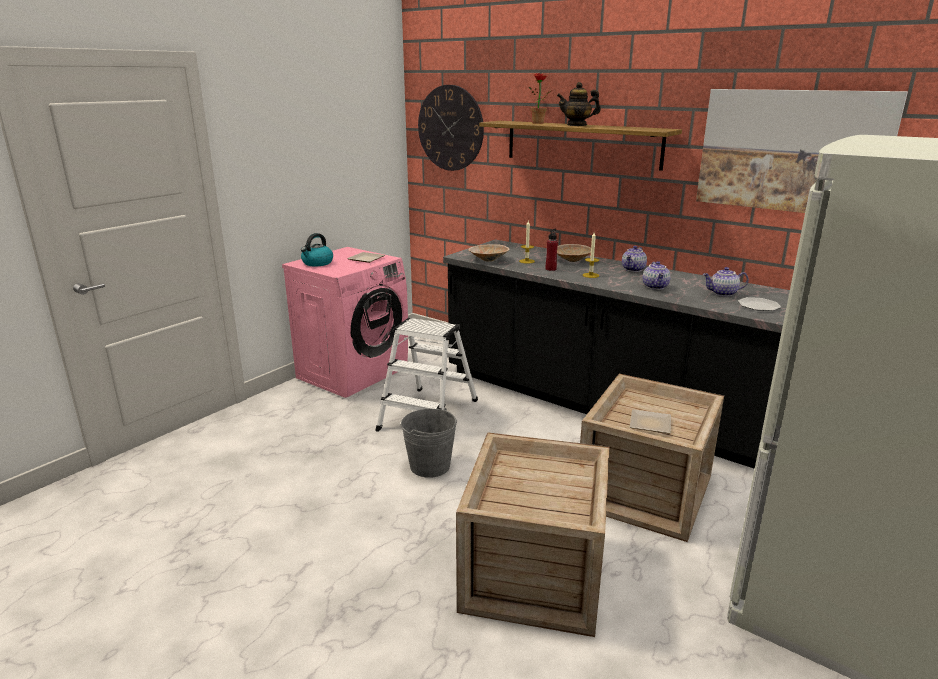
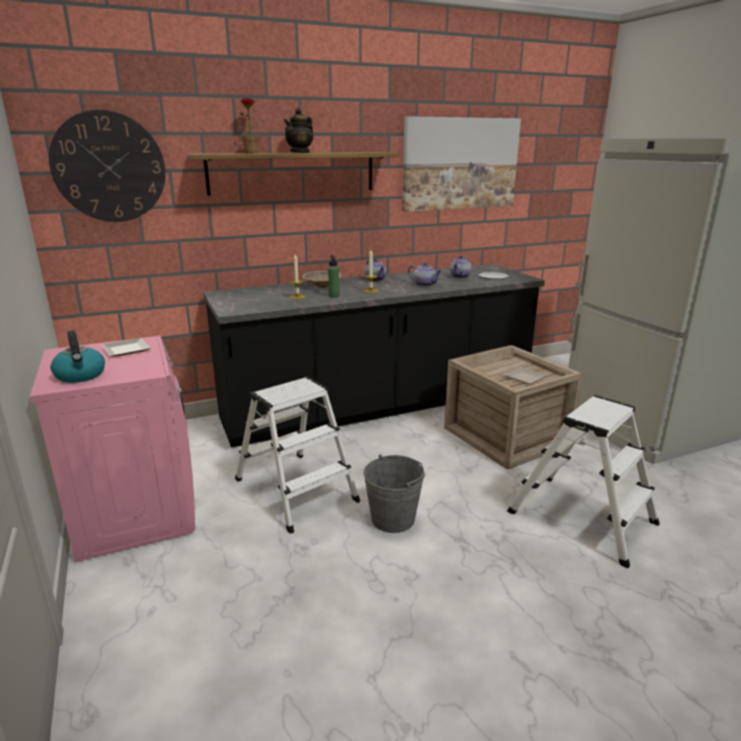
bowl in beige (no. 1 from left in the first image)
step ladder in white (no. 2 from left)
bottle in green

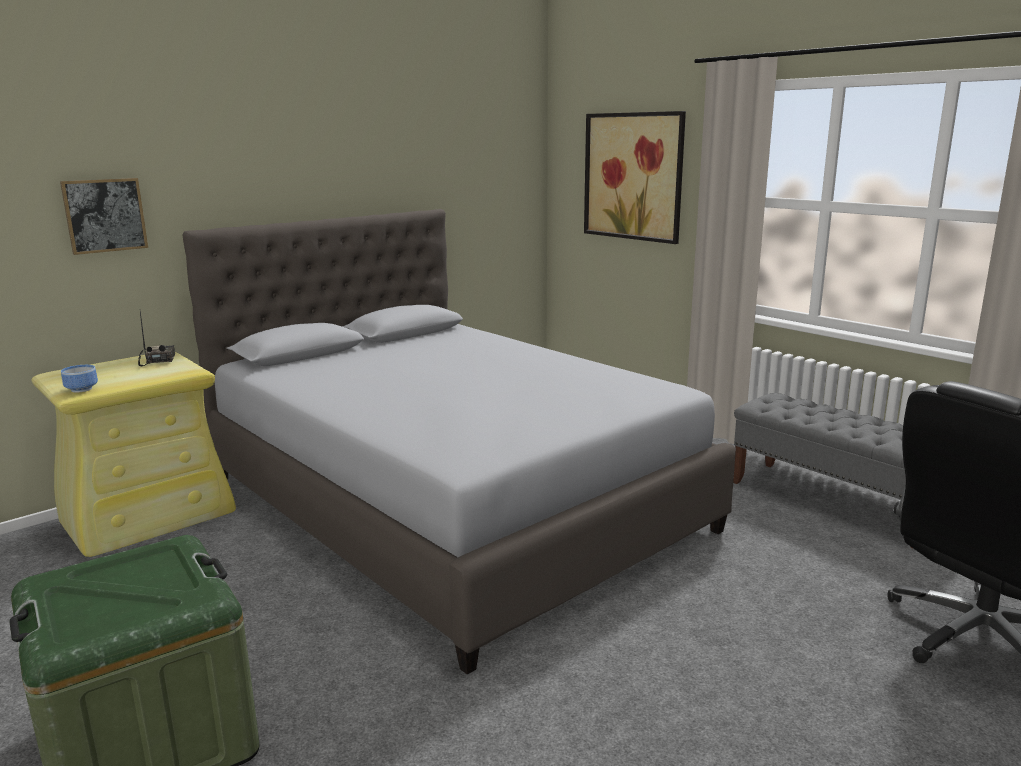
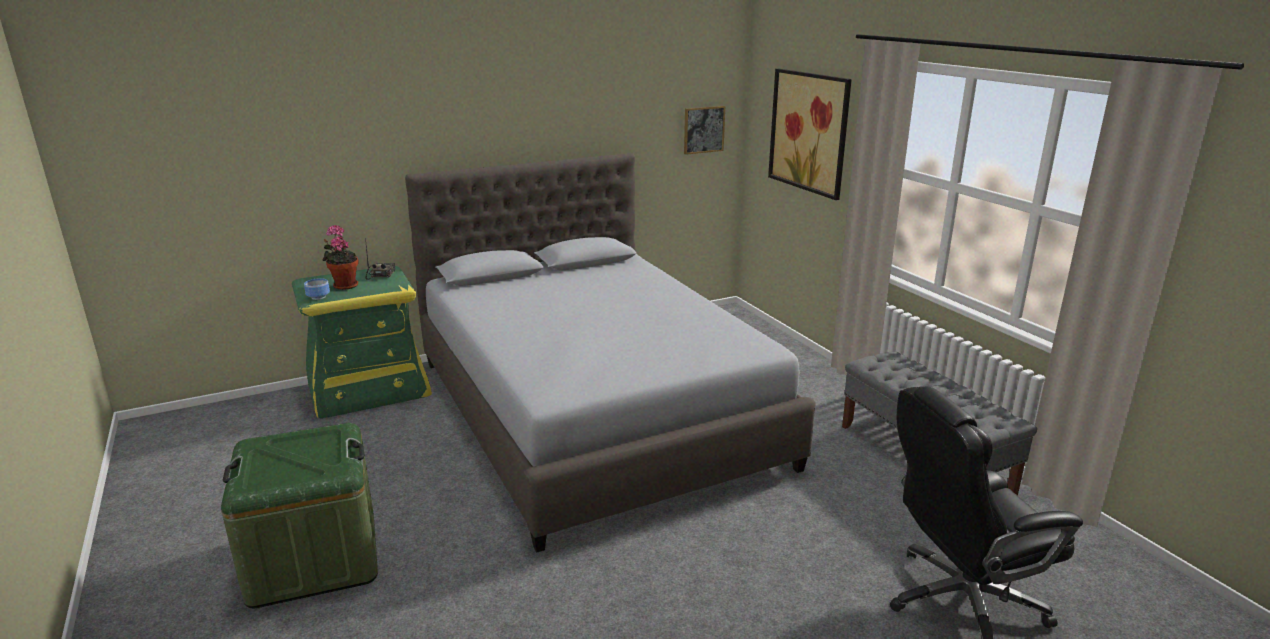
potted plant
picture (no. 1 from left)
nightstand in green

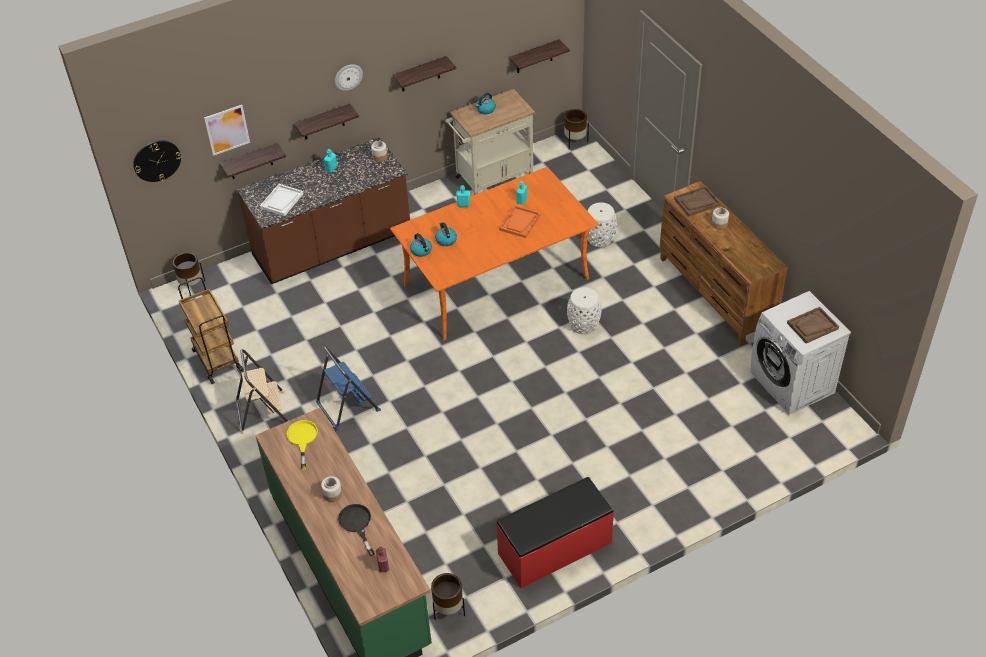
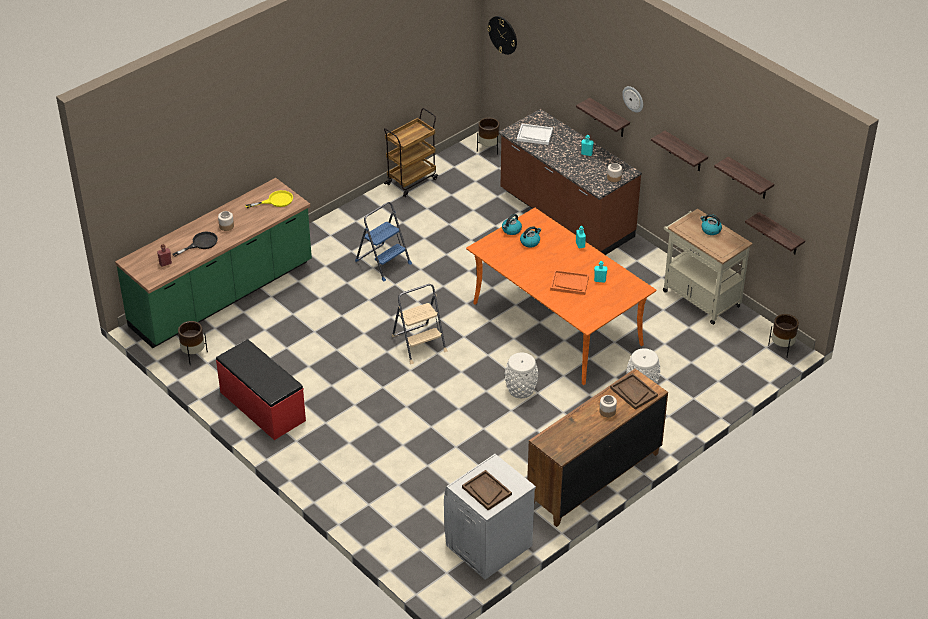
picture
shelf (no. 3 from left)
step ladder in beige

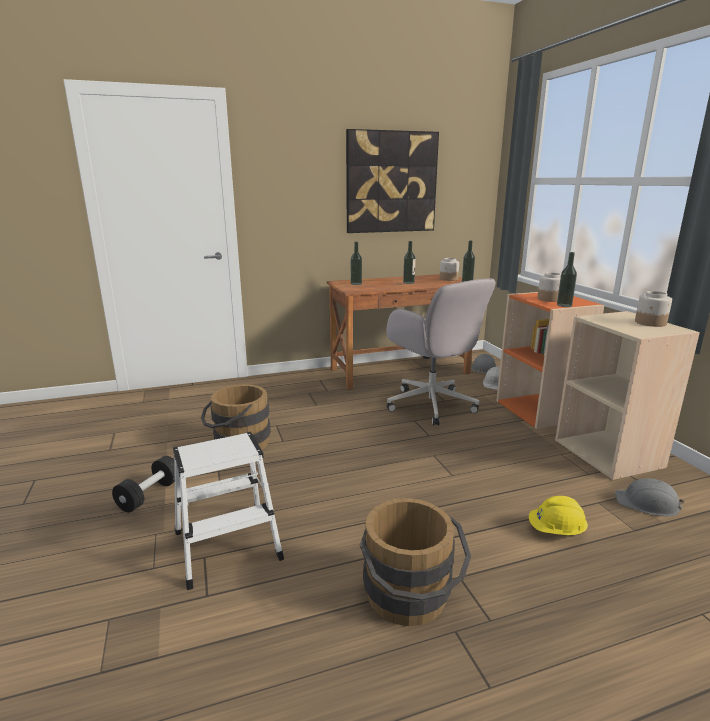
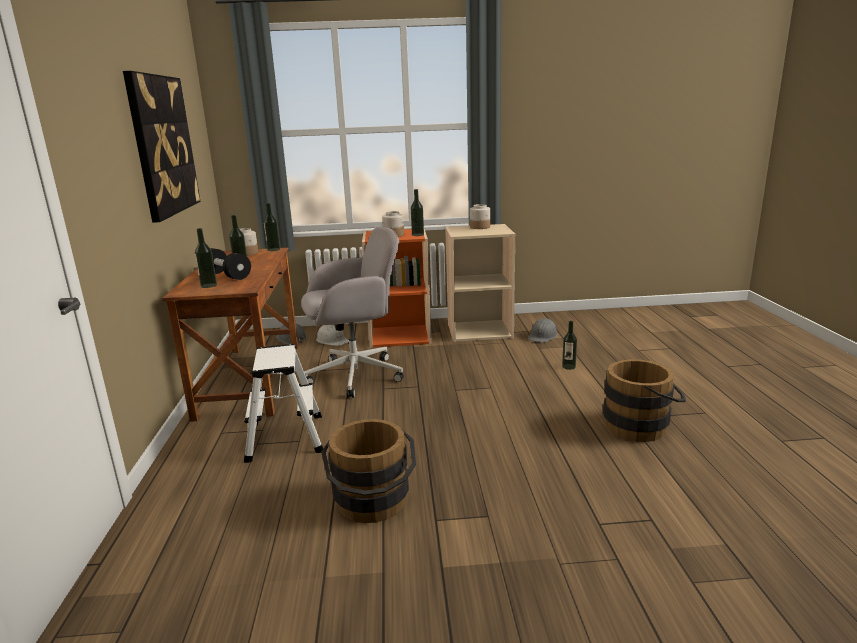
dumbbell in black
step ladder in white
bottle (no. 5 from left)

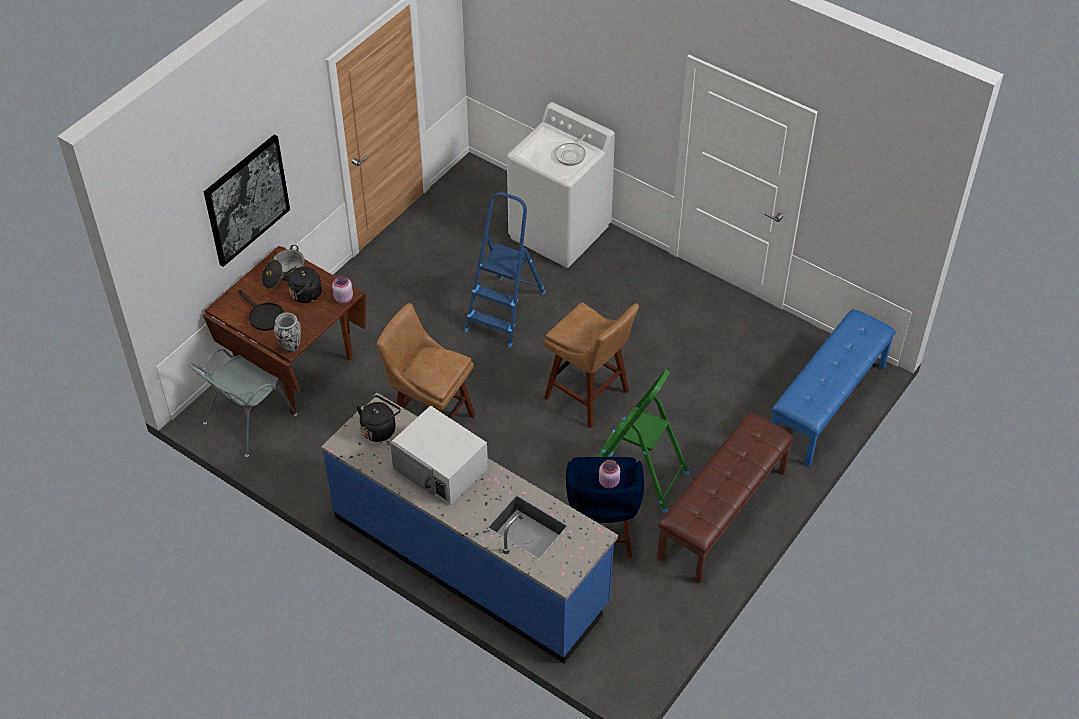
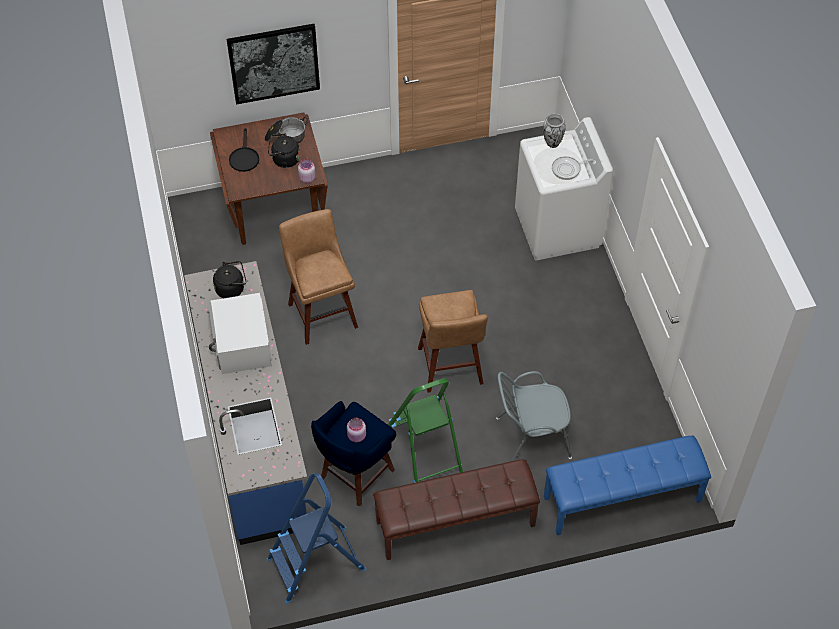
chair in grey
vase
step ladder in blue

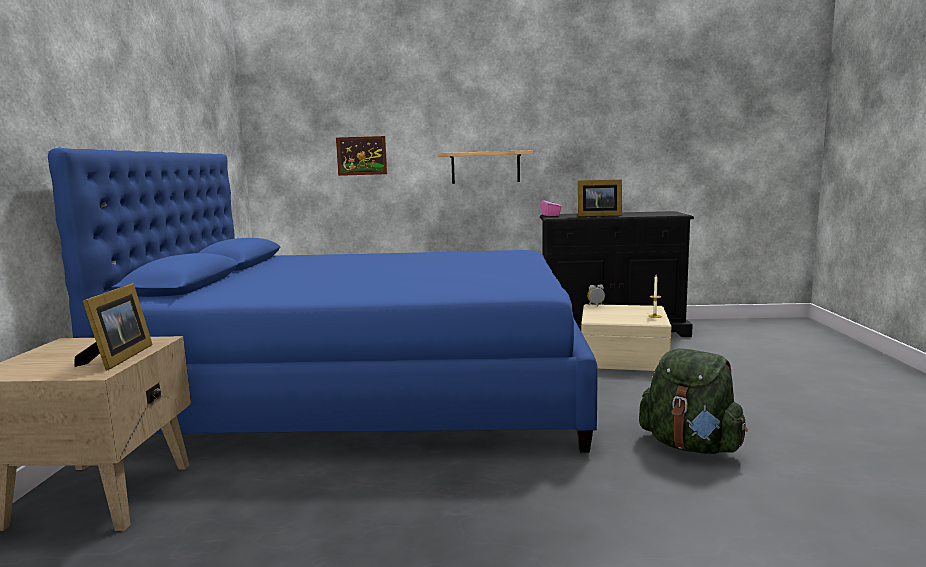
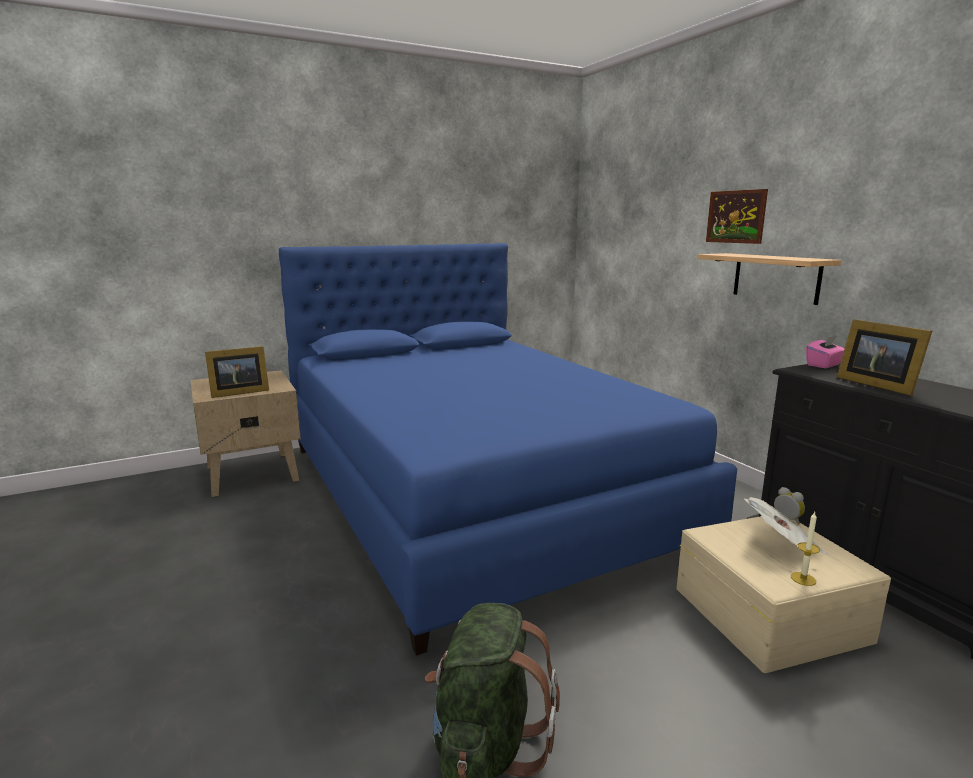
newspaper
picture

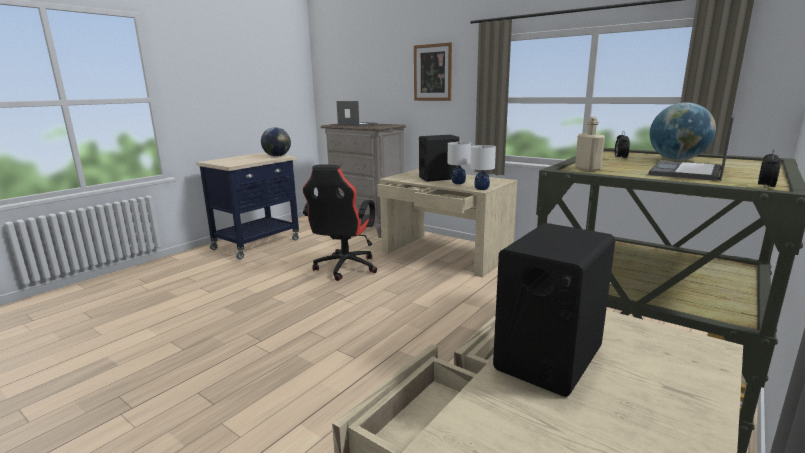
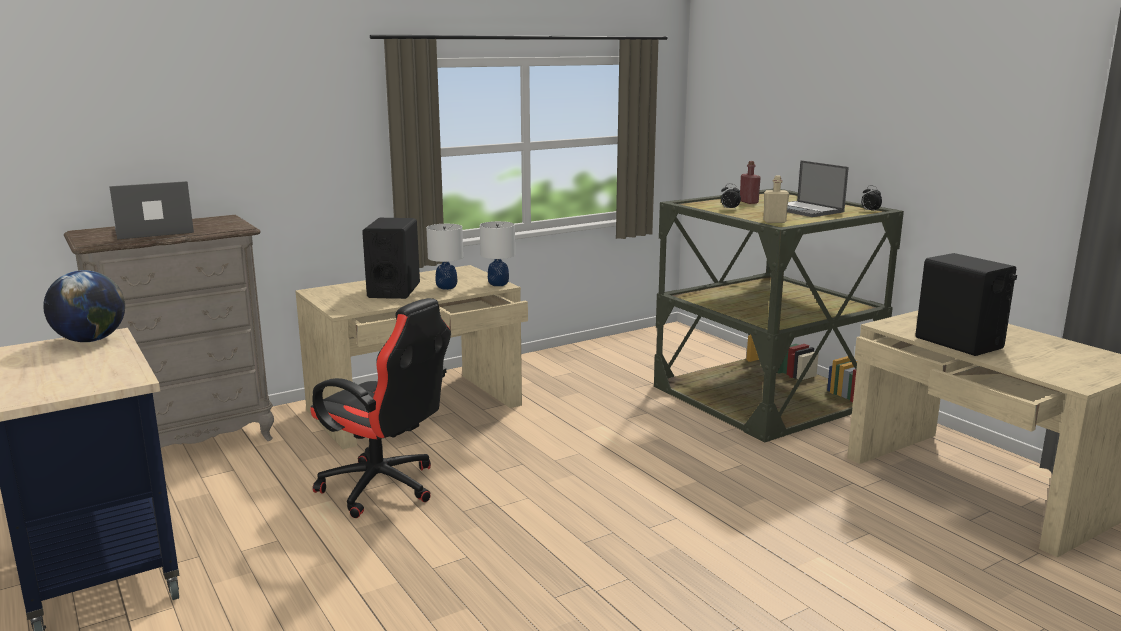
picture
bottle in red

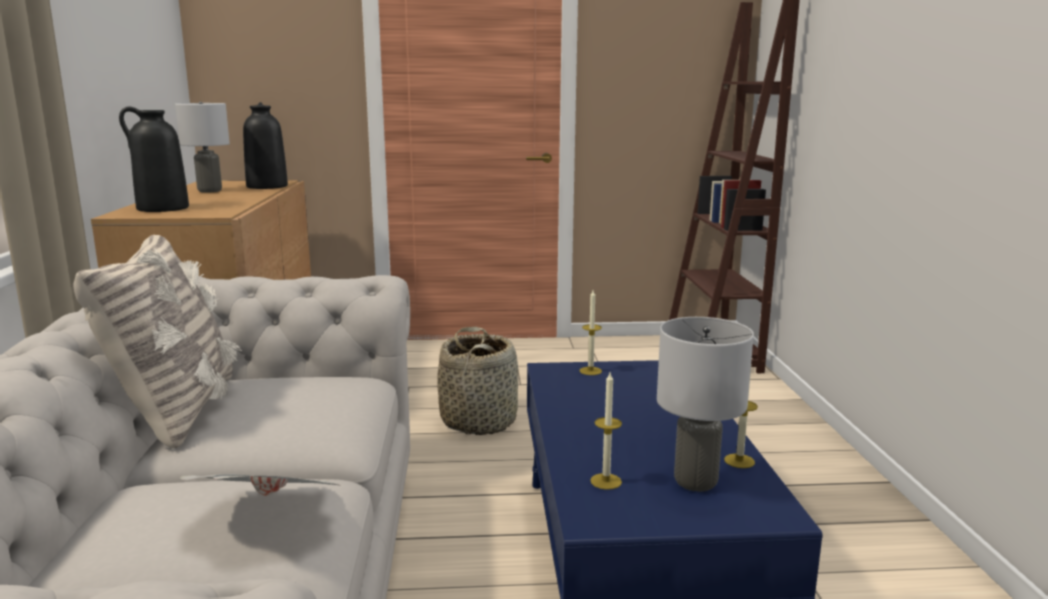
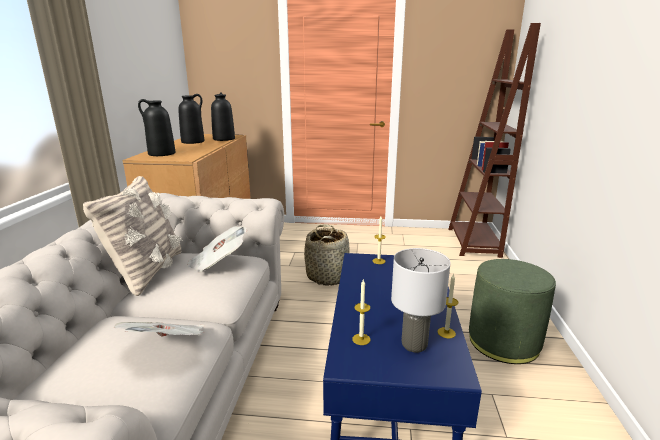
newspaper (no. 2 from left)
ottoman in green
vase in black (no. 2 from left)

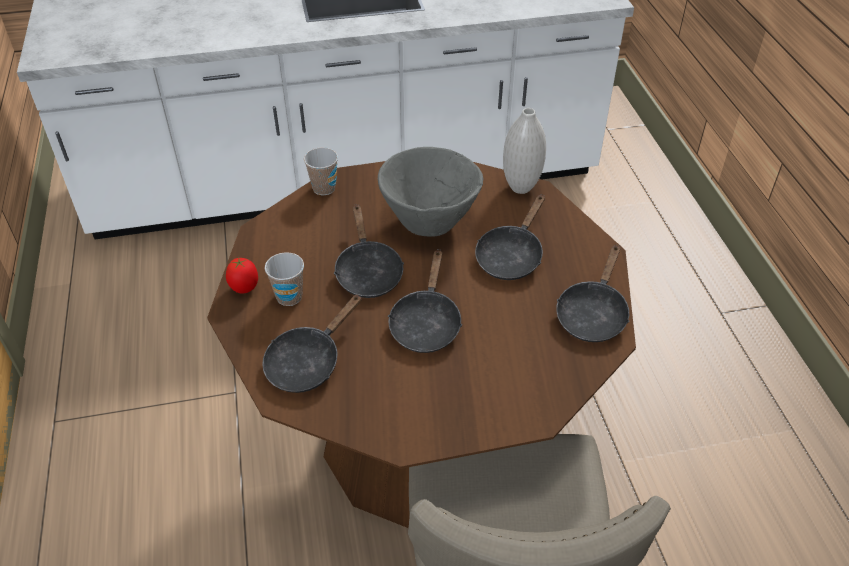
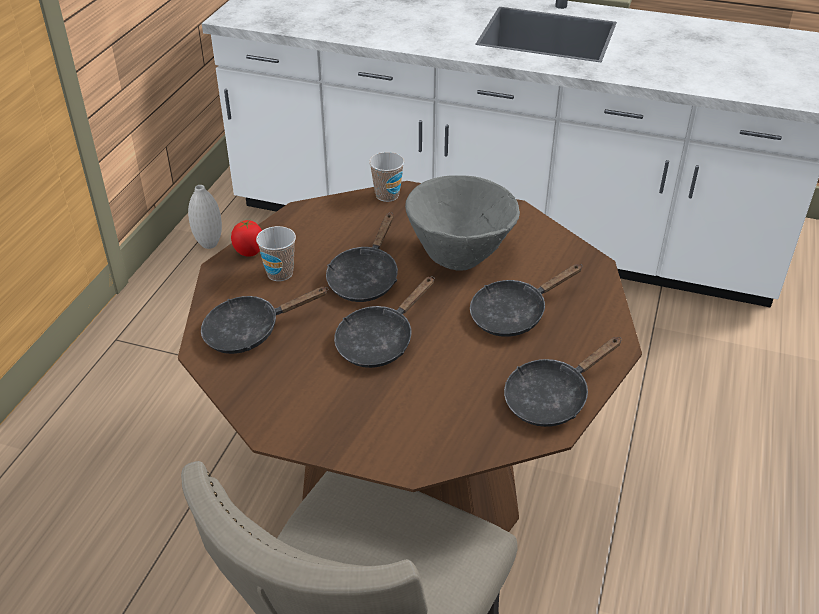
vase in white

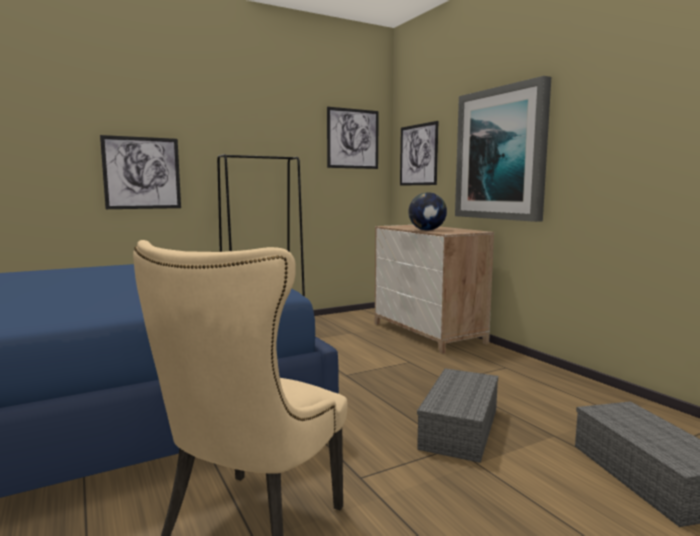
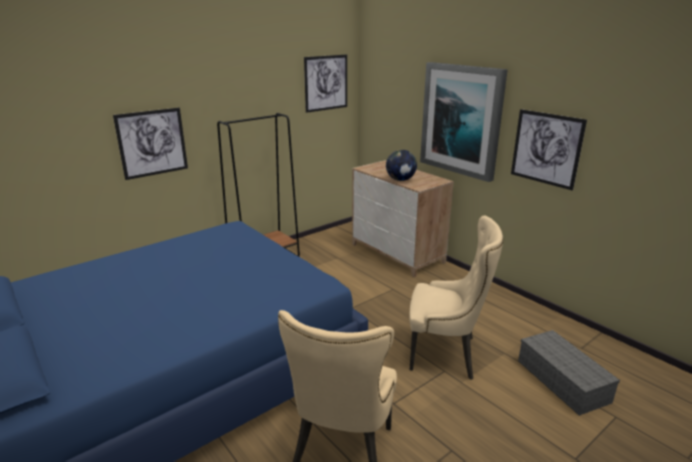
picture (no. 4 from left)
chair in beige (no. 2 from left)

